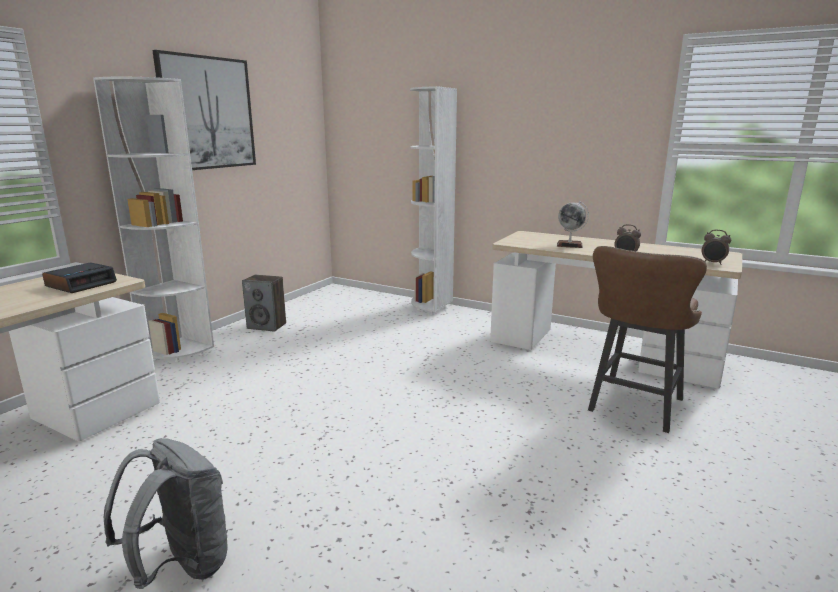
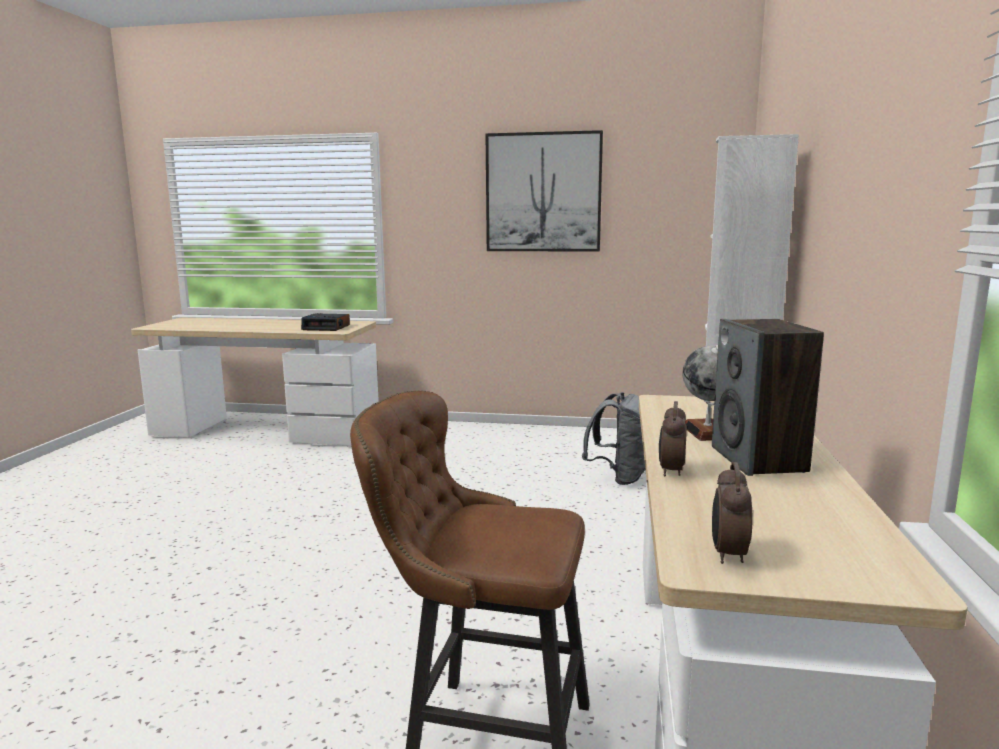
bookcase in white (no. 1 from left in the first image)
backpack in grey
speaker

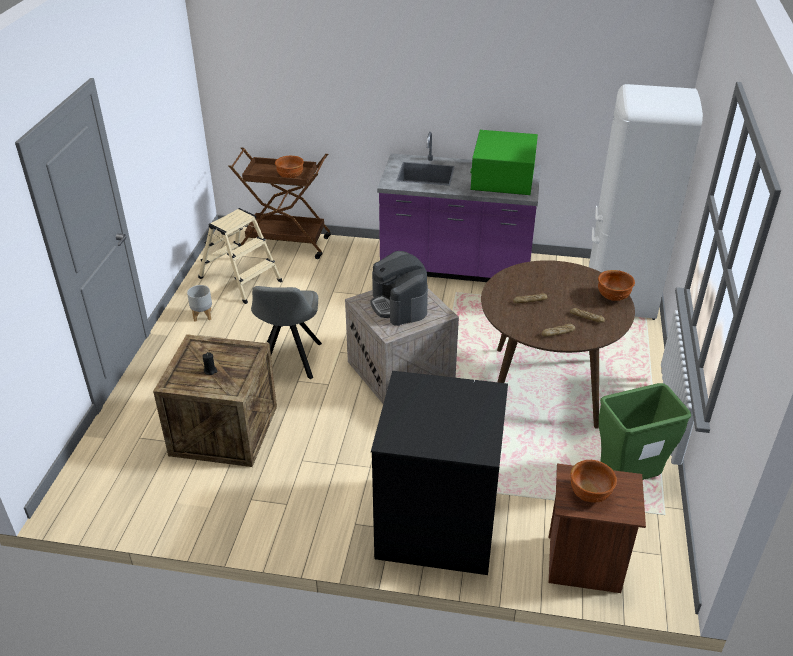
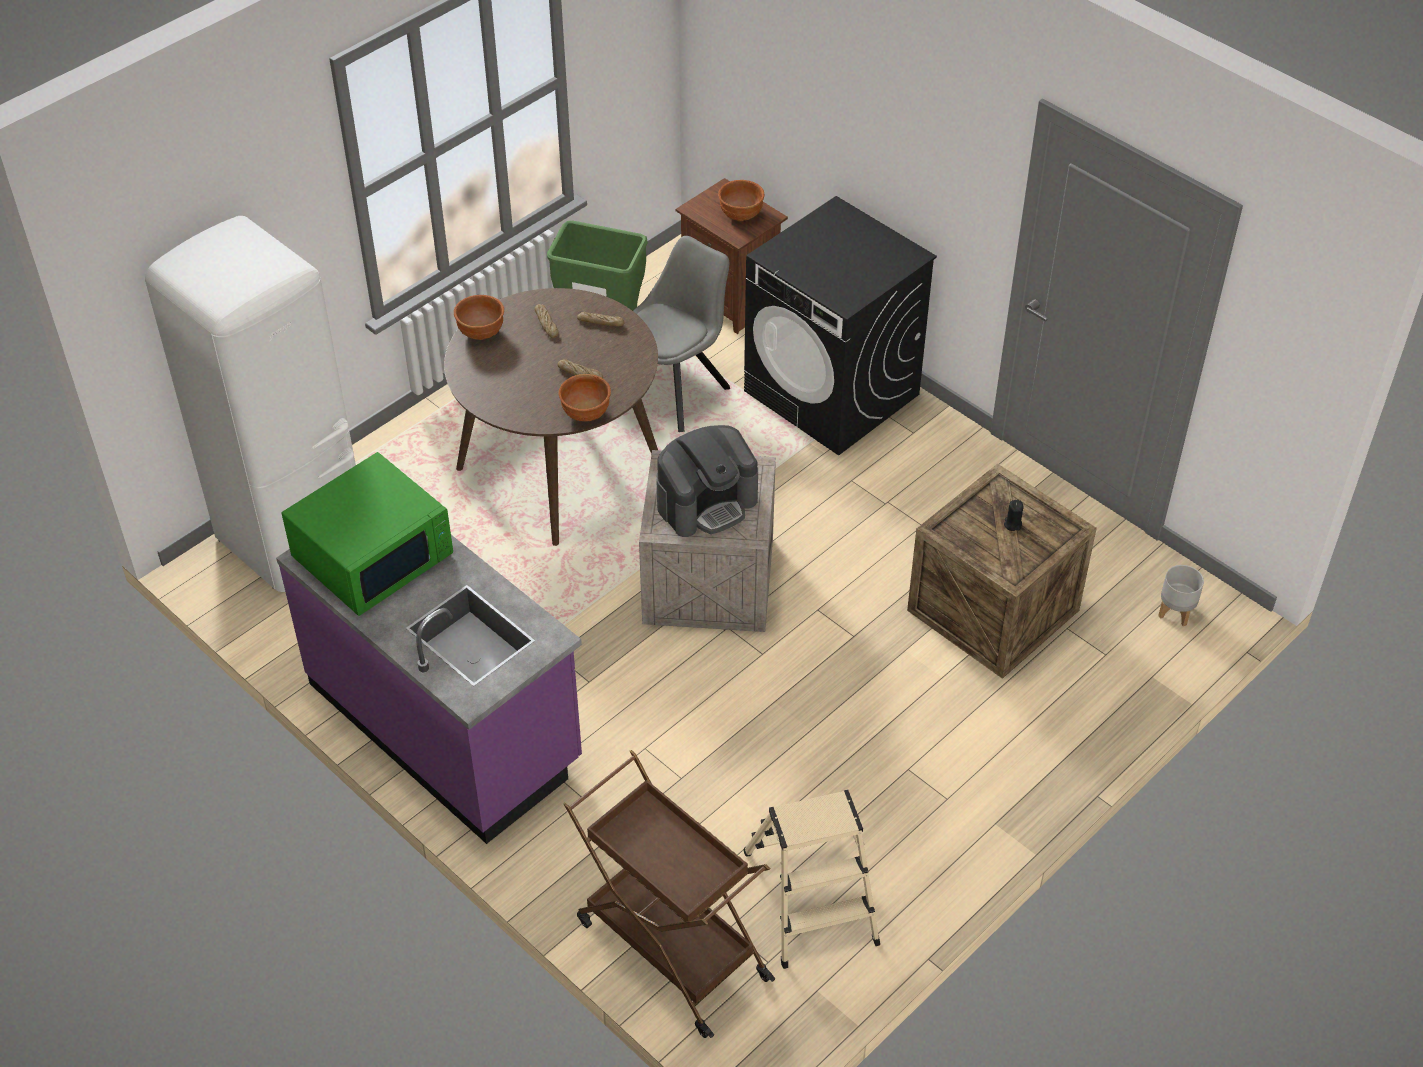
planter in grey
chair in grey
bowl in brown (no. 2 from left)
coffee machine

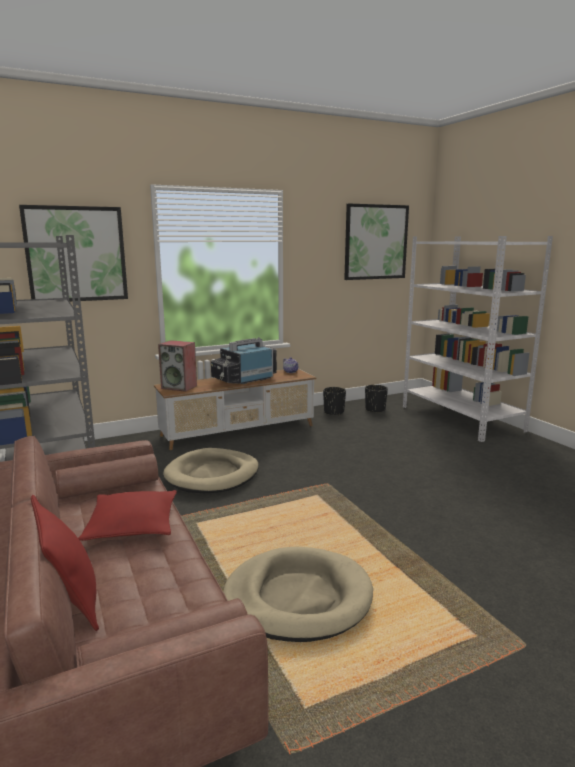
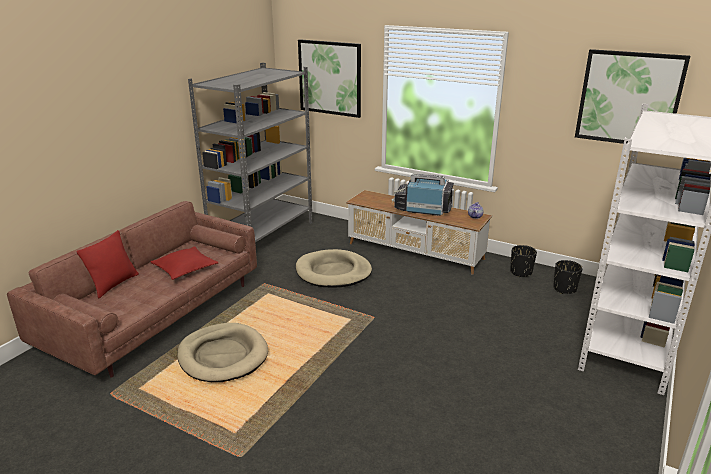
speaker

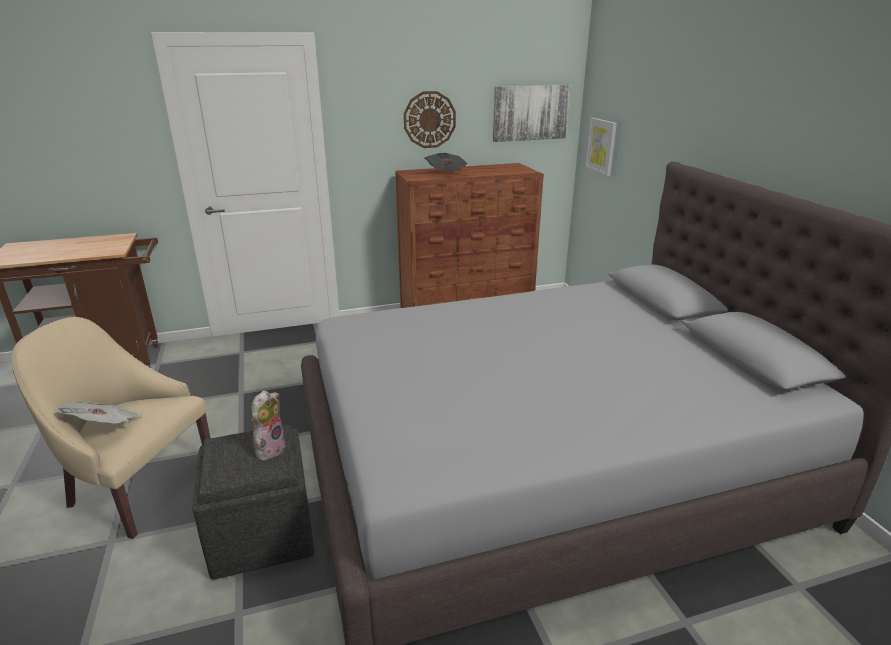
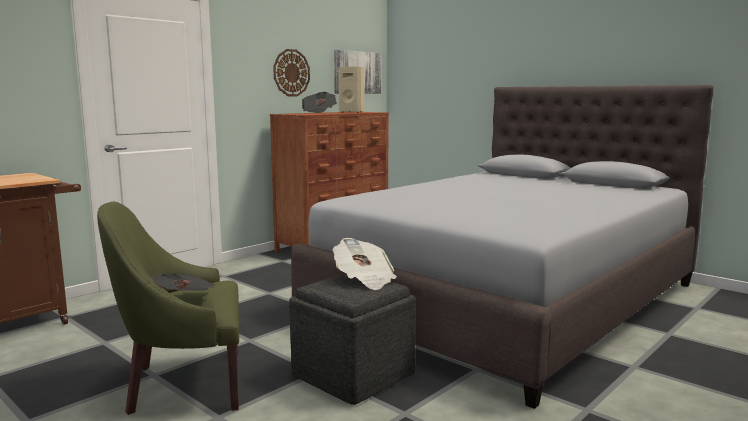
picture (no. 2 from left in the first image)
speaker in beige
newspaper (no. 3 from left)
armchair in green

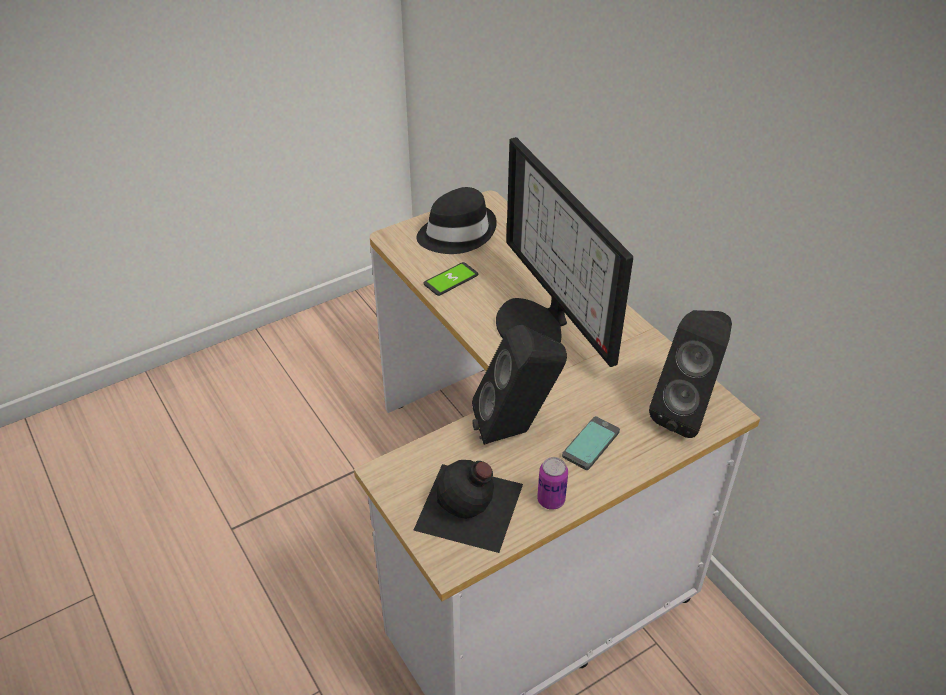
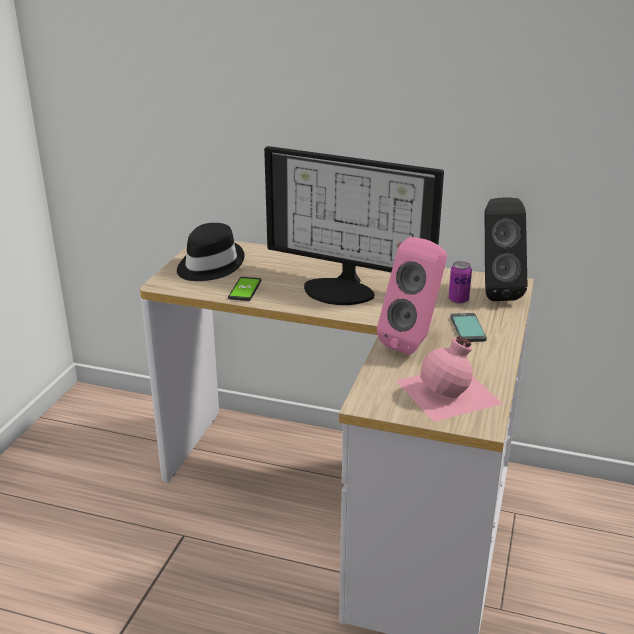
can
bottle in pink
speaker in pink

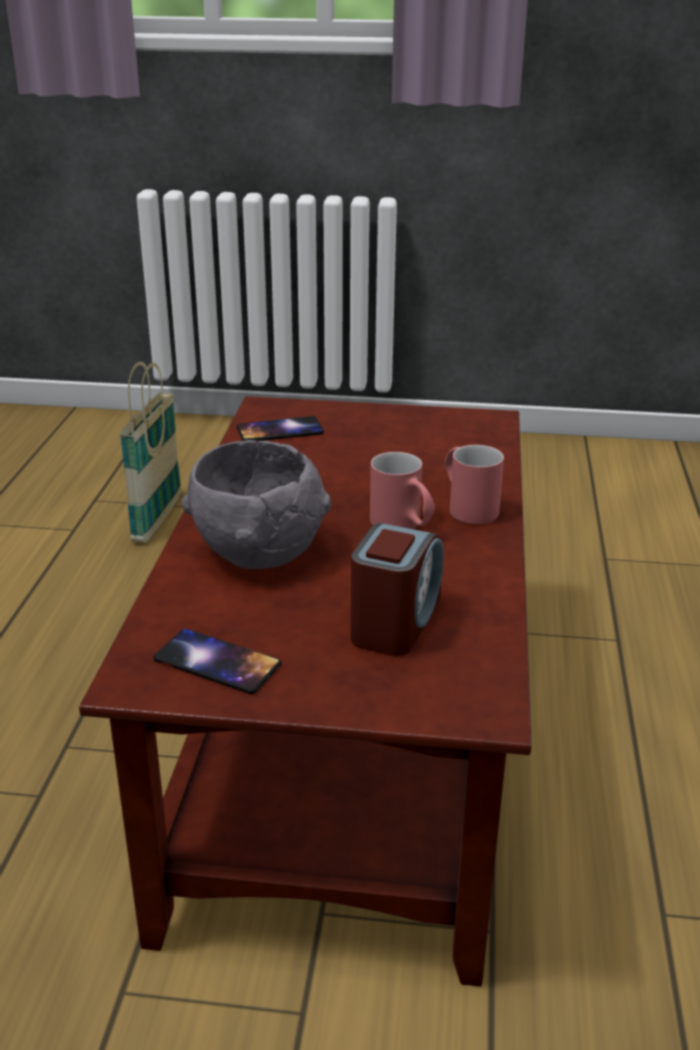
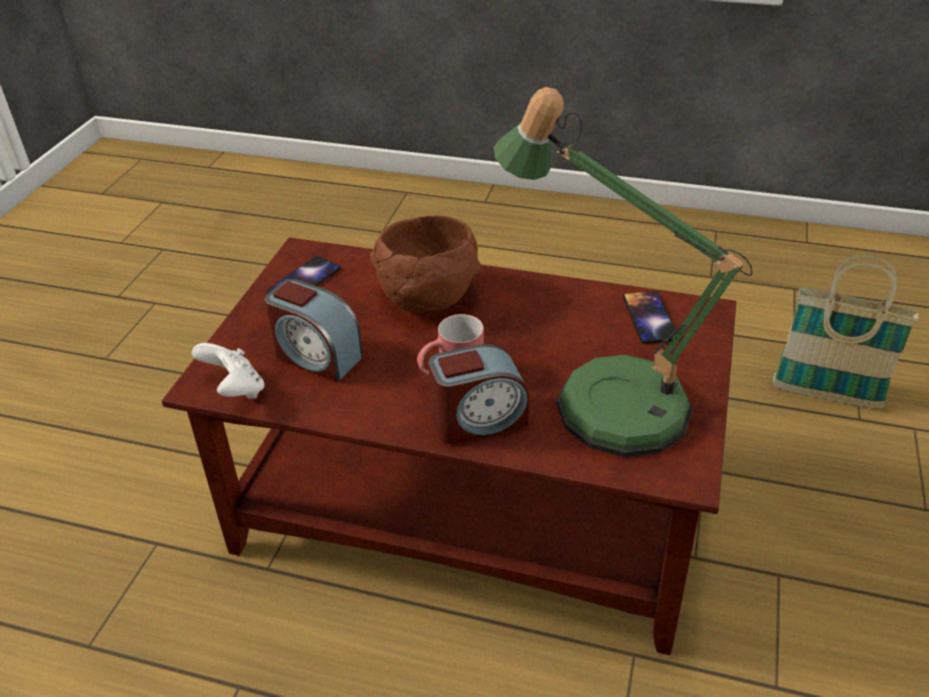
game controller in white
table lamp
alarm clock (no. 2 from left)
bowl in brown

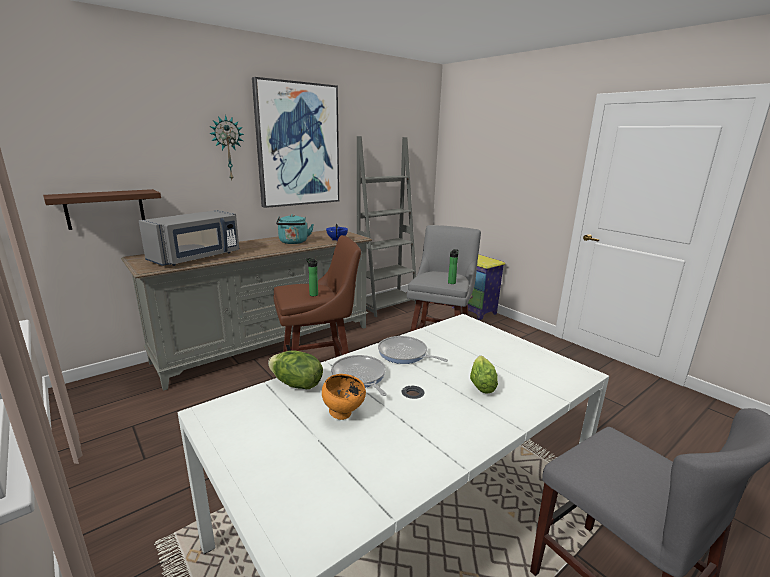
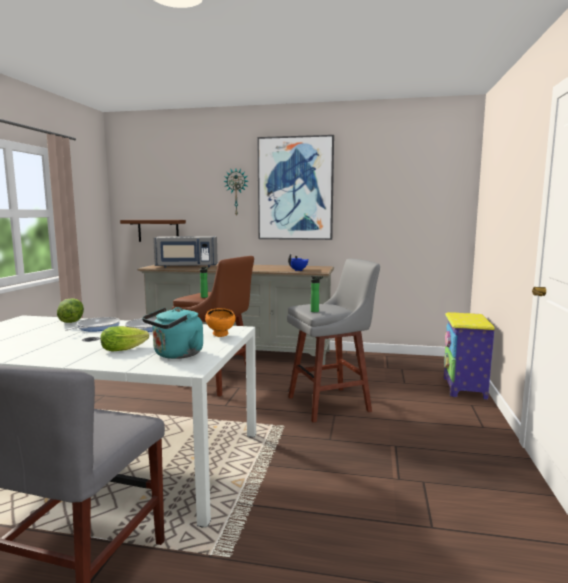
bookcase in grey
kettle in turquoise
bowl in orange

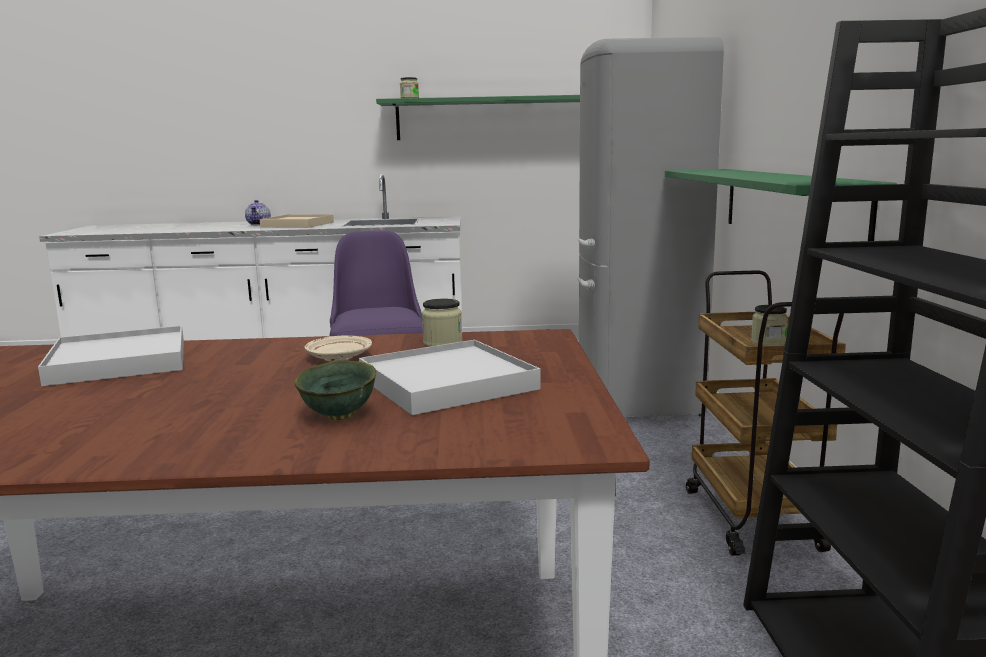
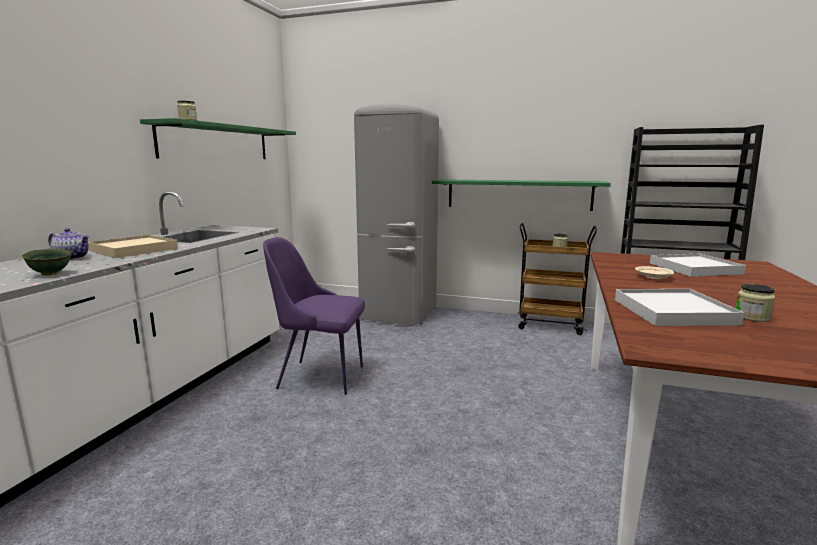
bowl in green
jar (no. 3 from left)

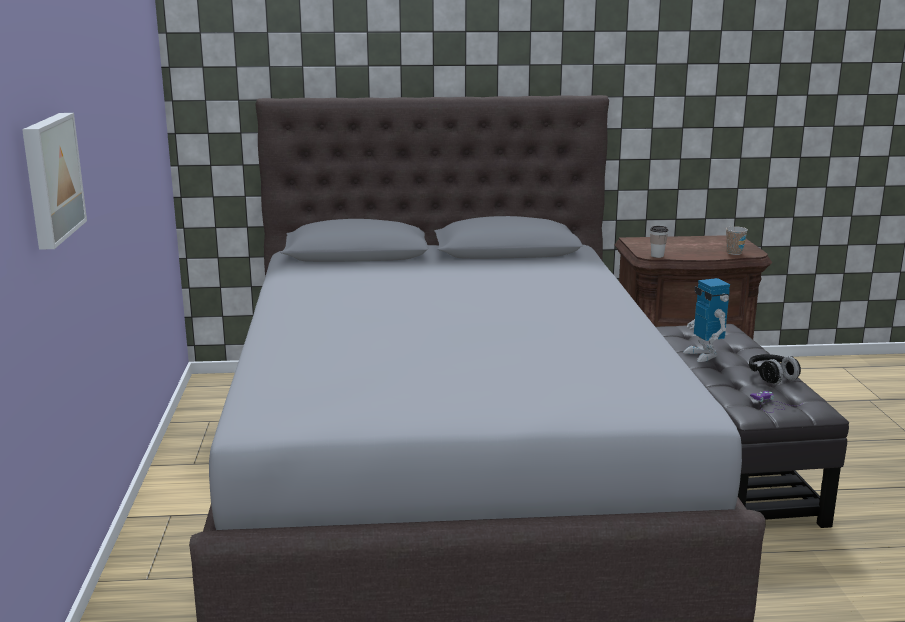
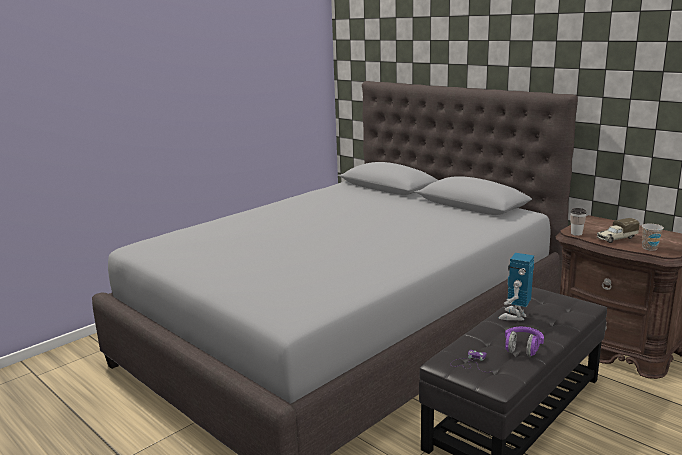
picture
toy truck
headphones in purple

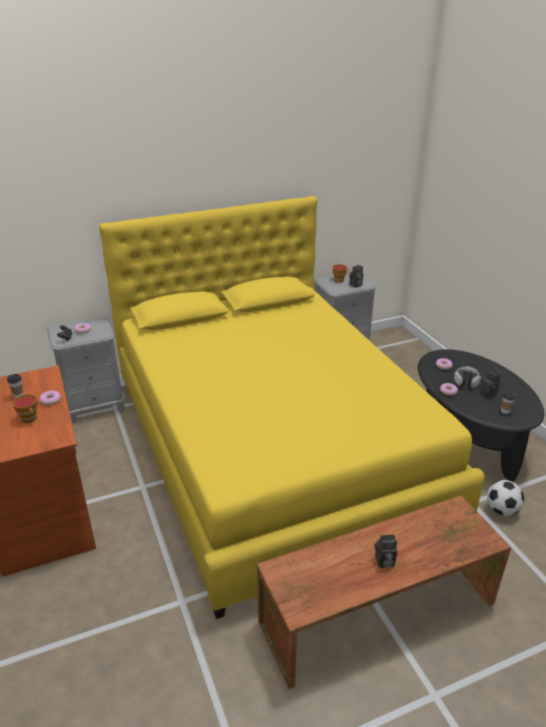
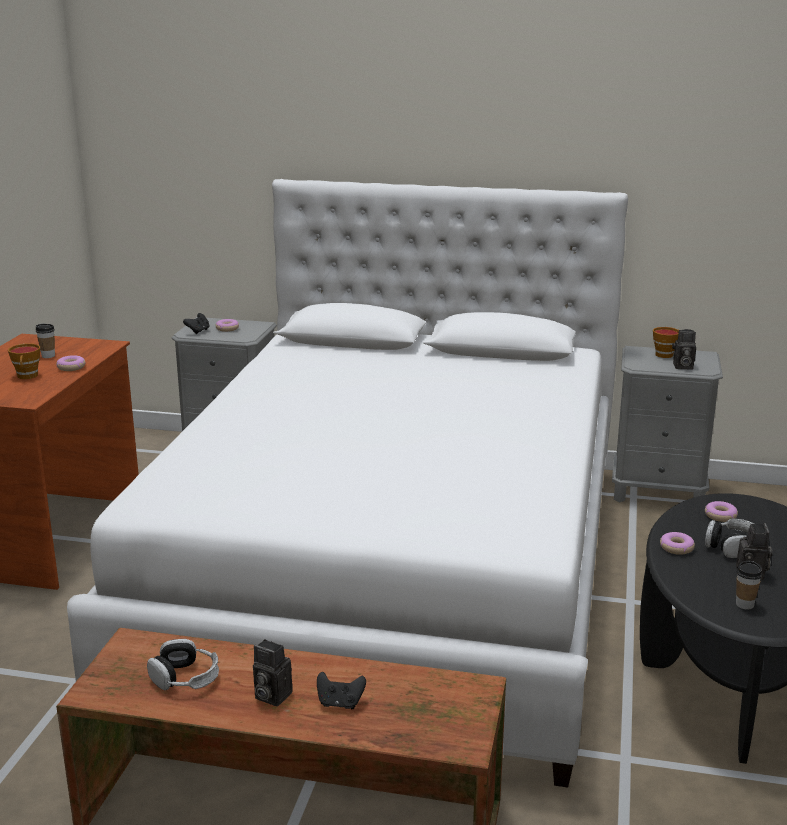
football
headphones (no. 1 from left)
game controller in black (no. 2 from left)
bed in white

